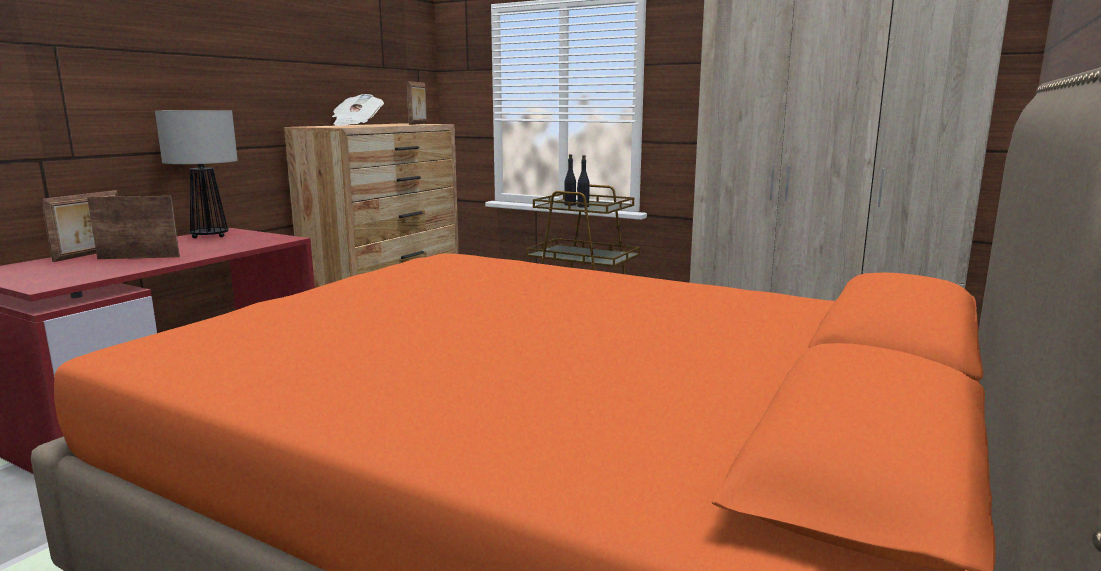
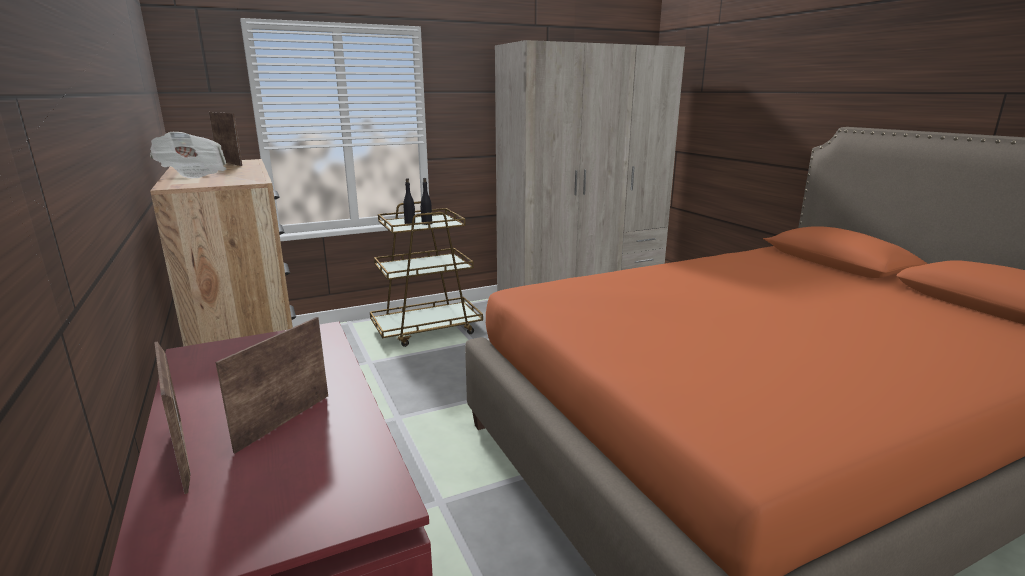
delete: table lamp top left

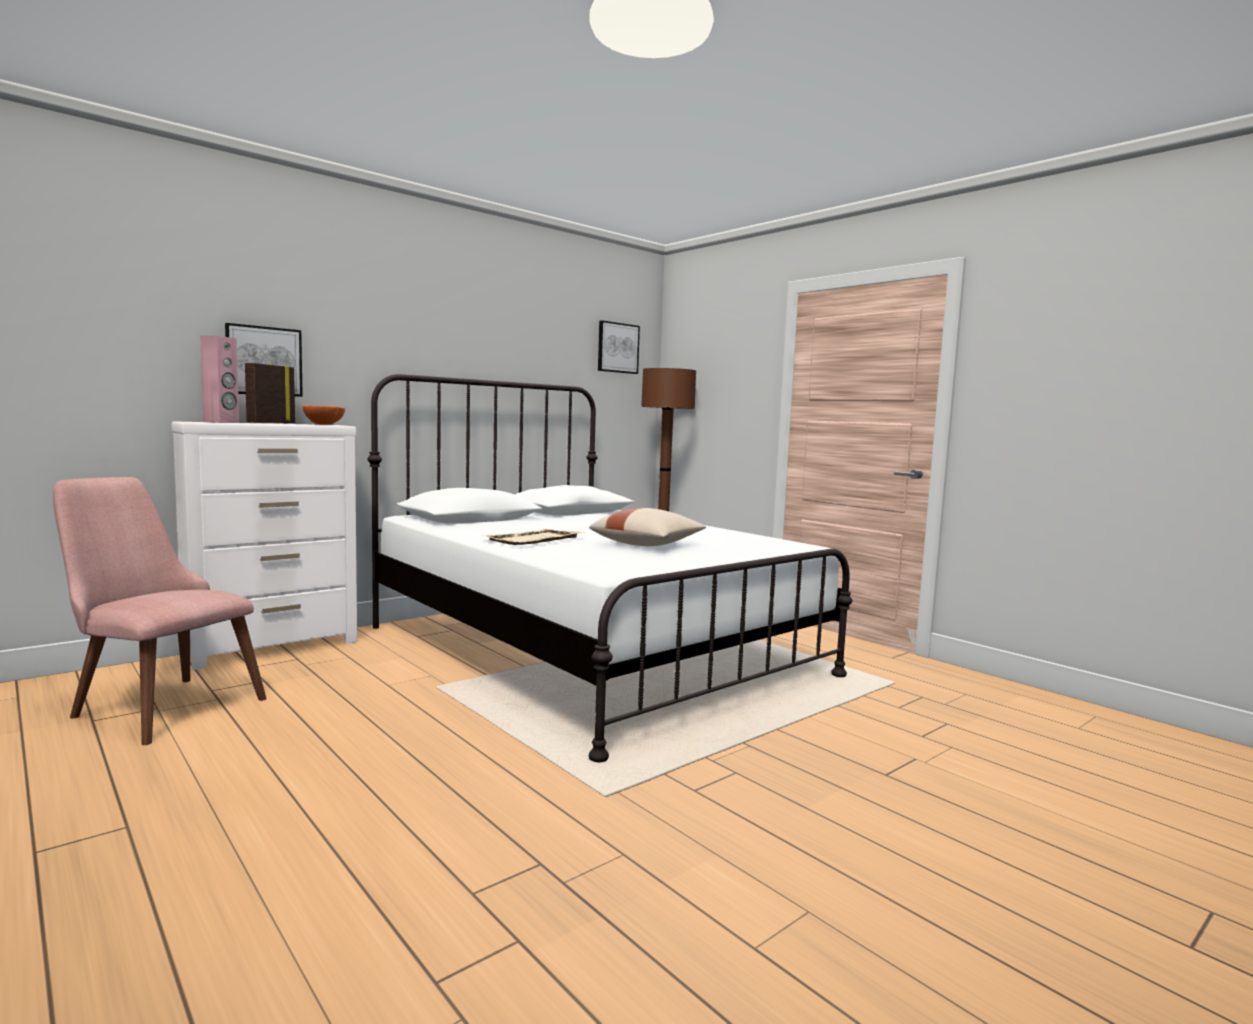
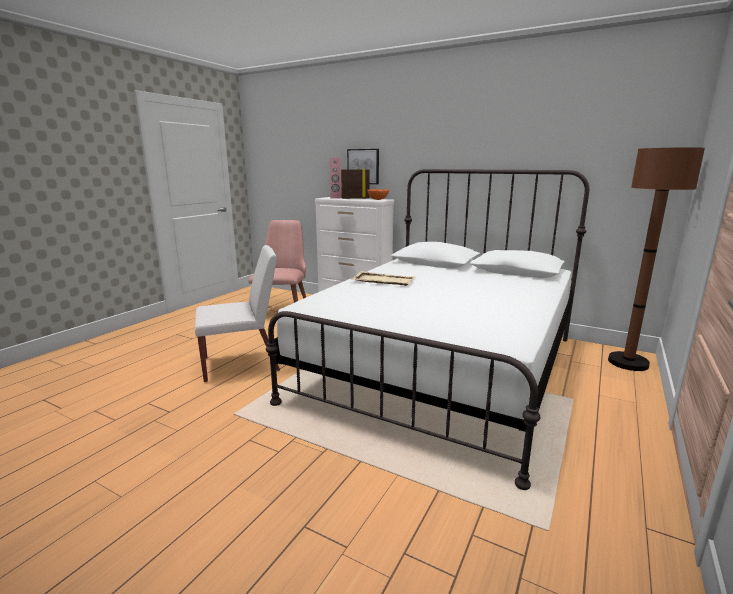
delete: beige pillow centre; picture (2nd from left) centre
insert: white chair middle left

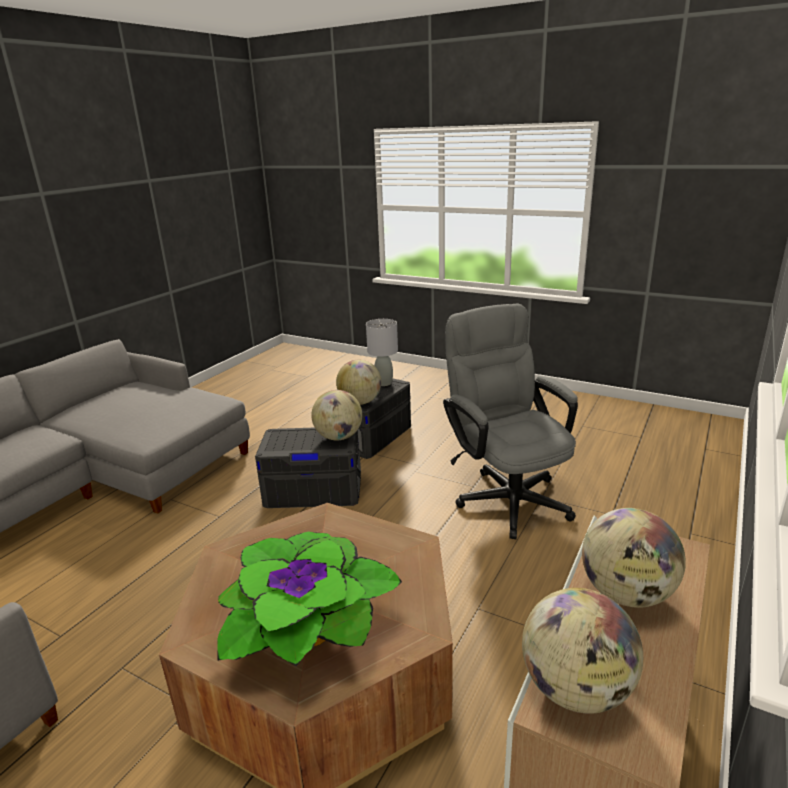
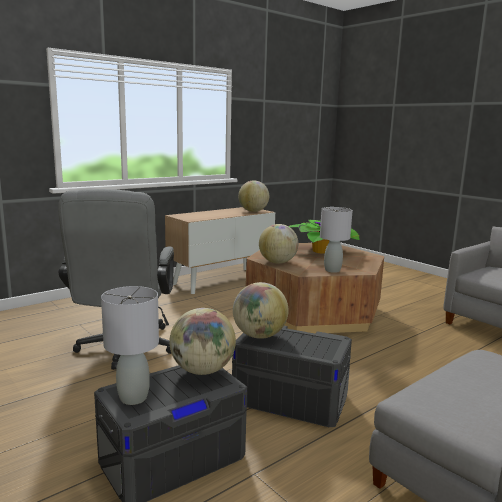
insert: grey table lamp (2nd from left) middle right
move: globe (4th from left) bottom right to centre

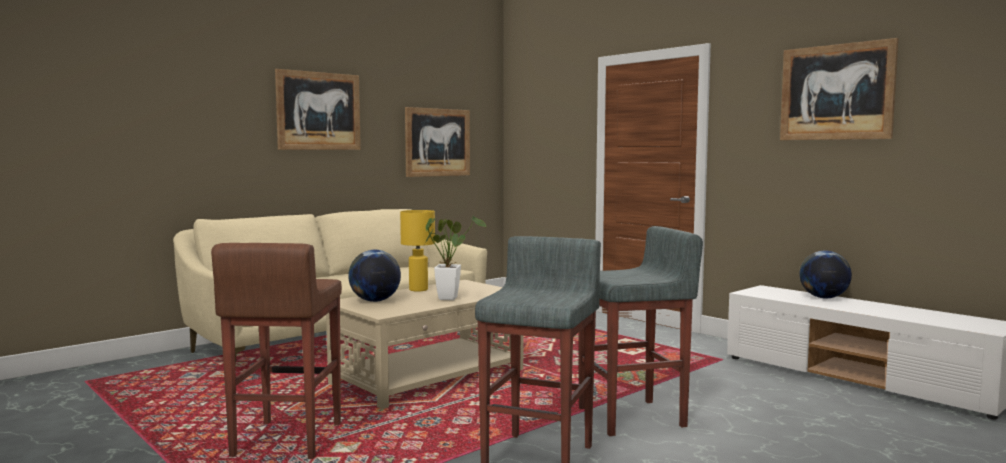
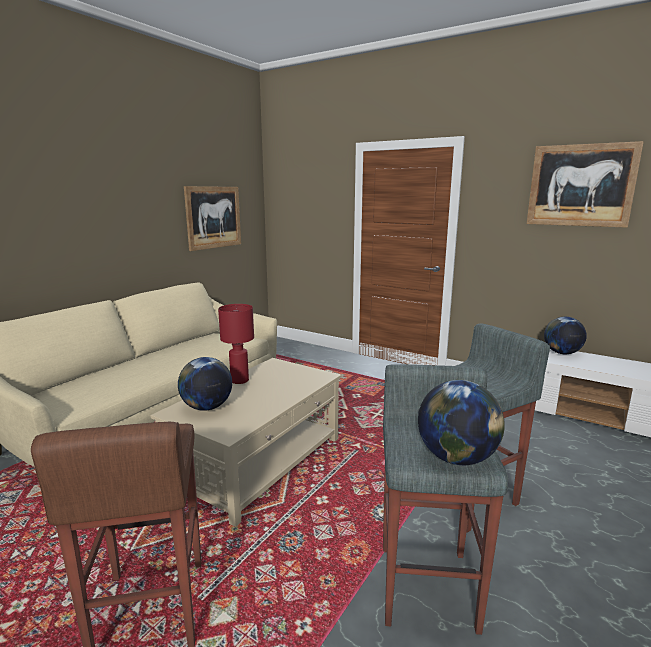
delete: picture (1st from left) top left; potted plant centre
insert: globe (2nd from left) middle right
recolor: yellow table lamp centre to red table lamp centre

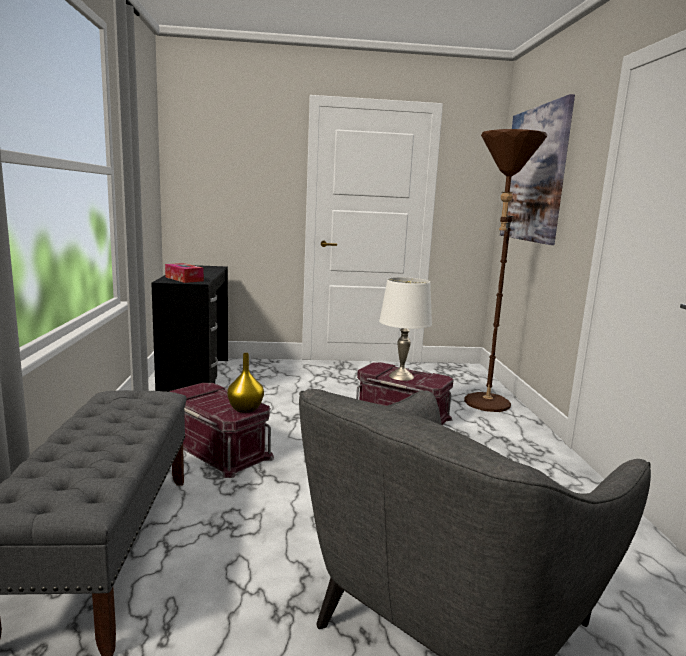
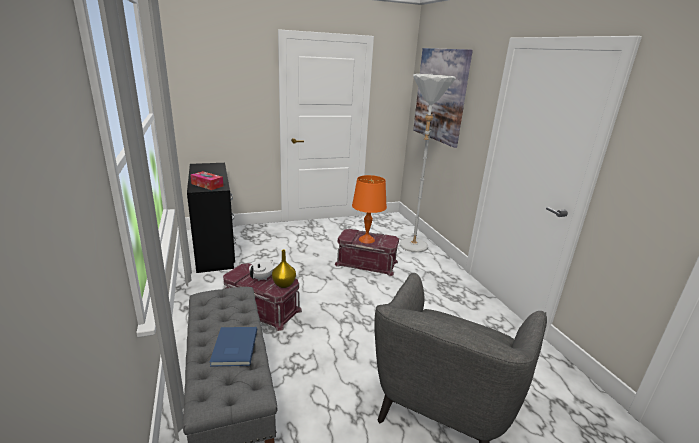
insert: blue book bottom centre; white teapot centre
recolor: white table lamp centre to orange table lamp centre; brown floor lamp middle right to white floor lamp centre

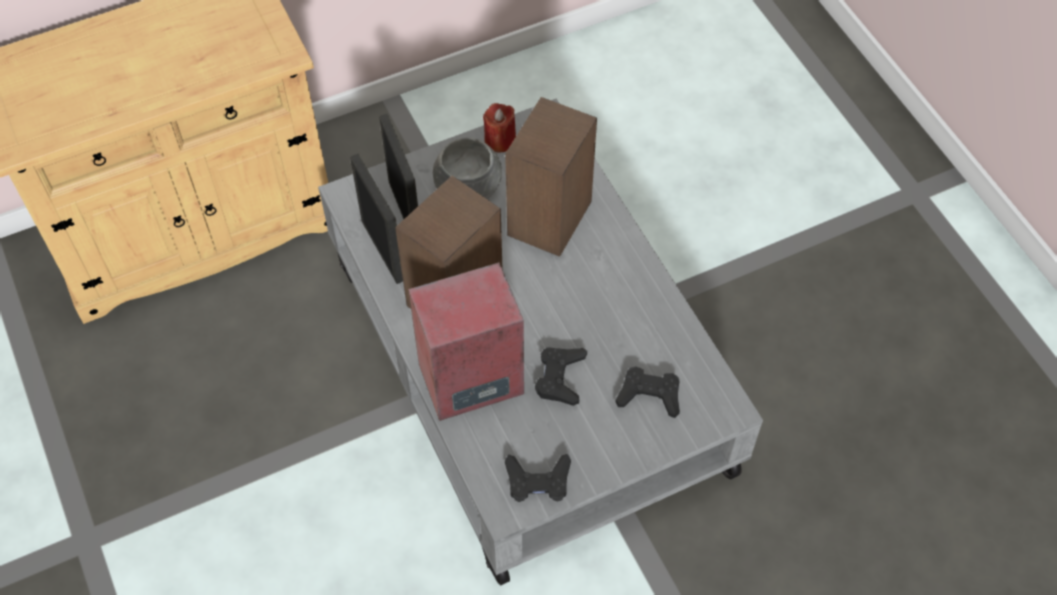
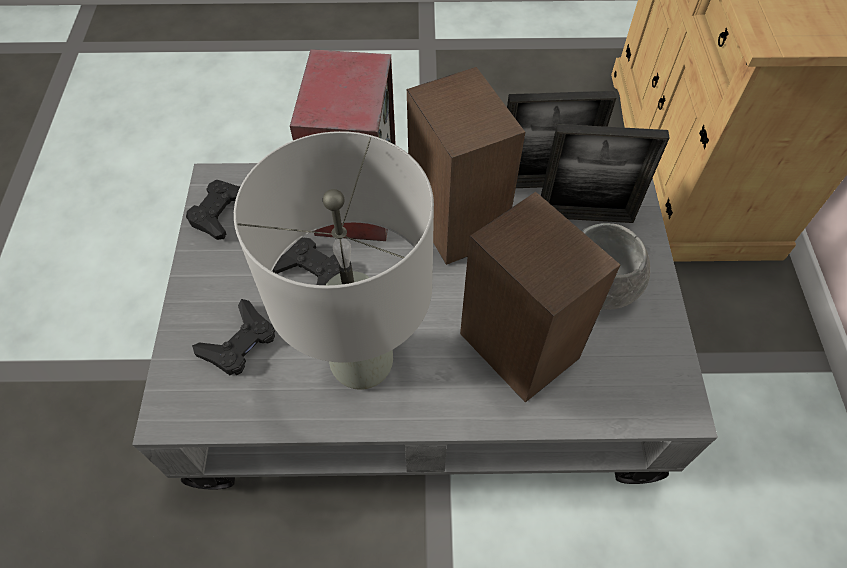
delete: red candle top centre
insert: grey table lamp centre

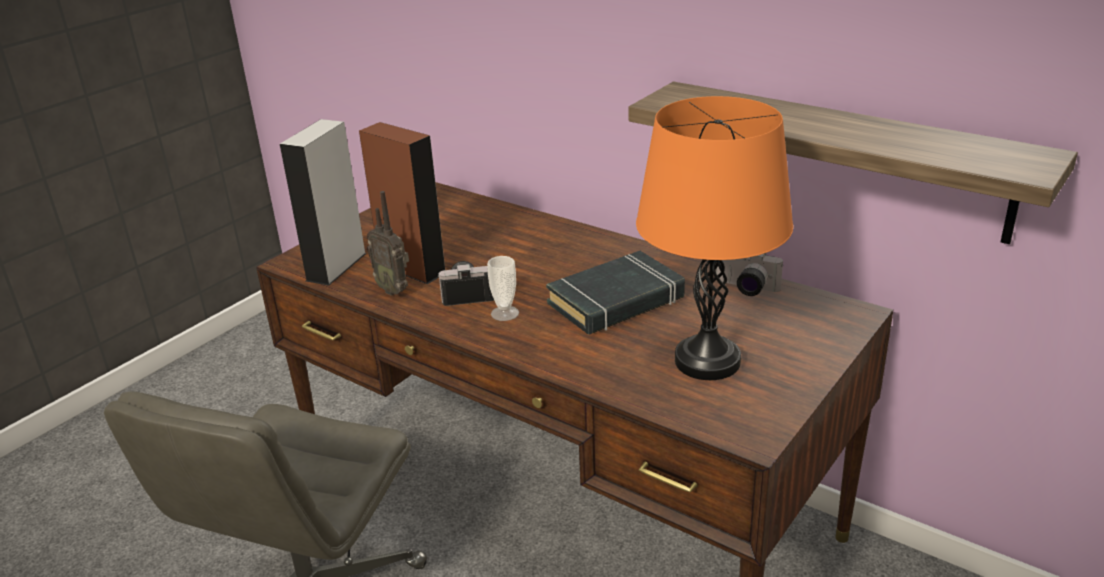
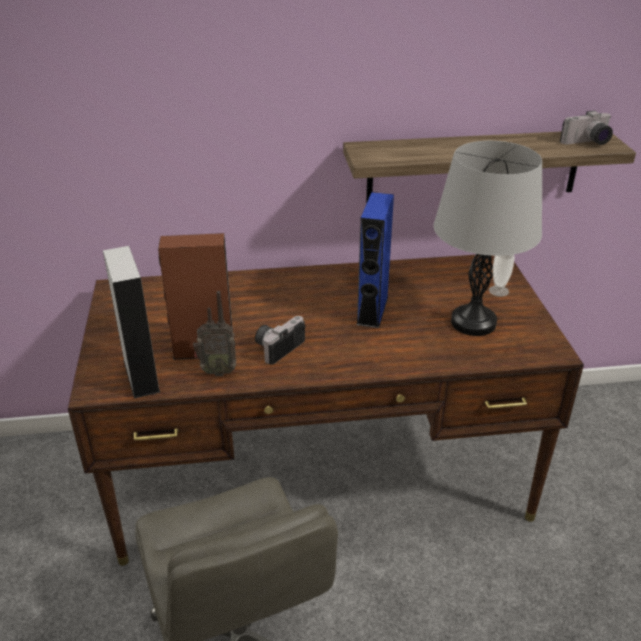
move: cup centre to middle right; photo camera (2nd from left) middle right to top right
replace: black book centre to blue speaker centre
recolor: orange table lamp centre to grey table lamp middle right

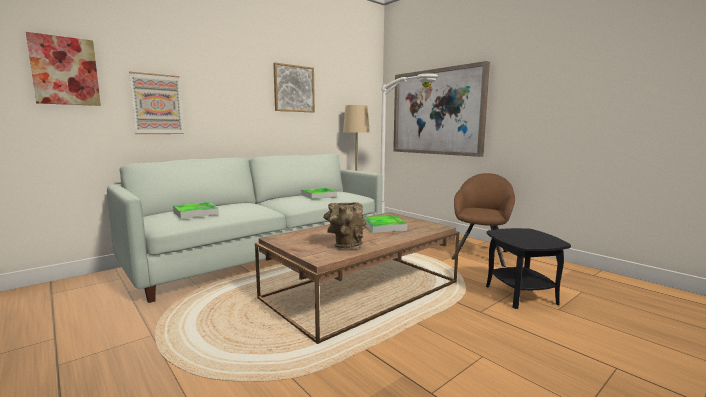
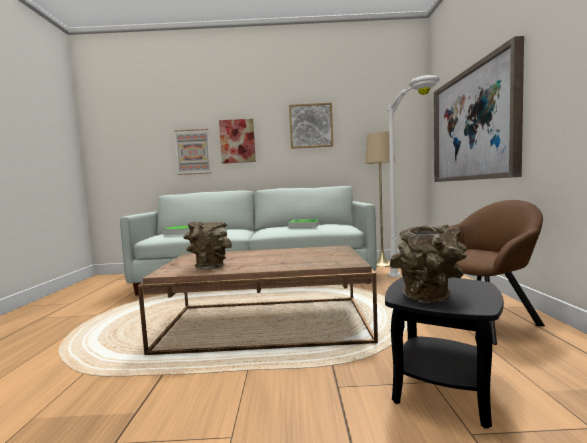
delete: tray (3rd from left) centre
insert: brown vase (2nd from left) middle right
move: picture (1st from left in the first image) top left to picture (2nd from left) top centre

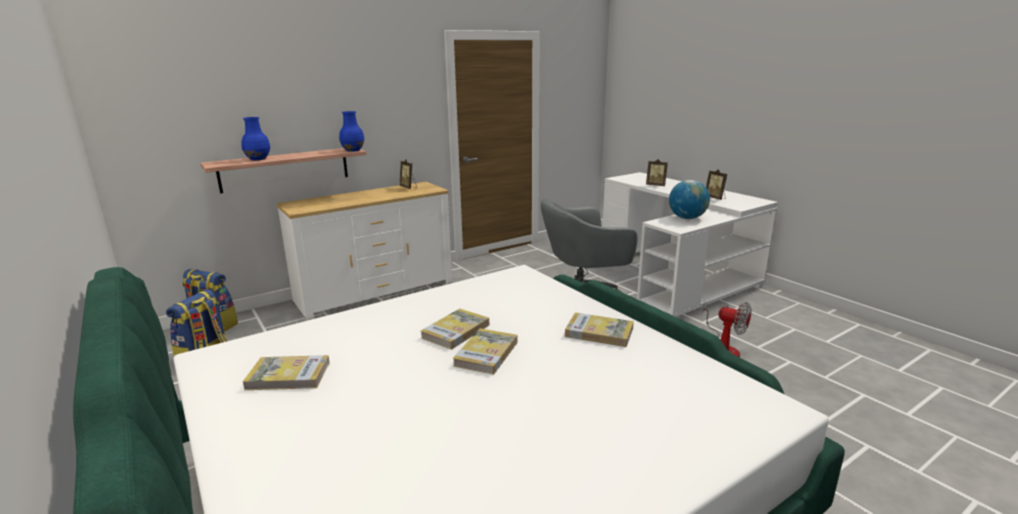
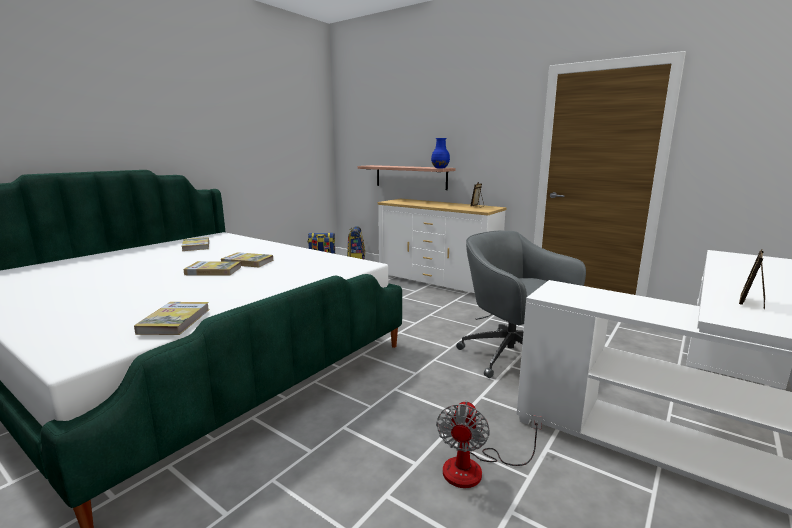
delete: blue vase (1st from left) top left; picture frame (2nd from left) centre; globe middle right
move: book (4th from left in the first image) centre to book (1st from left) middle left

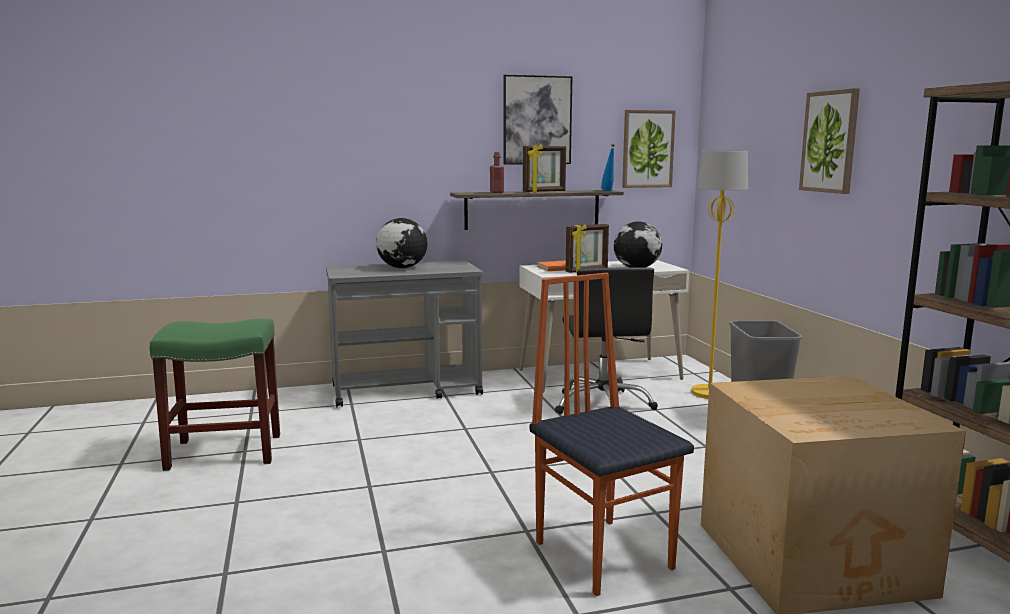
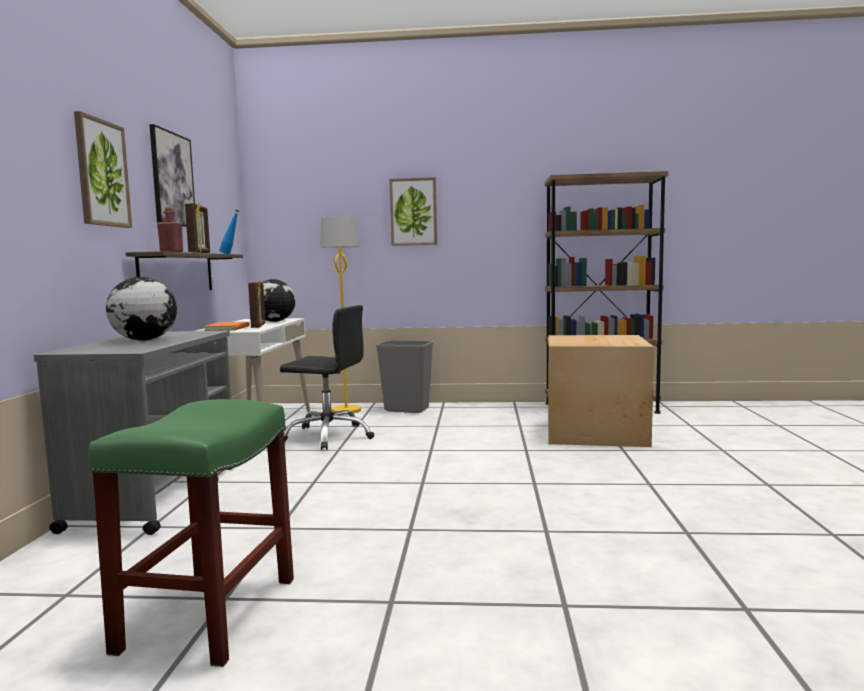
delete: chair bottom centre
move: picture (2nd from left in the first image) top centre to picture (1st from left) top left

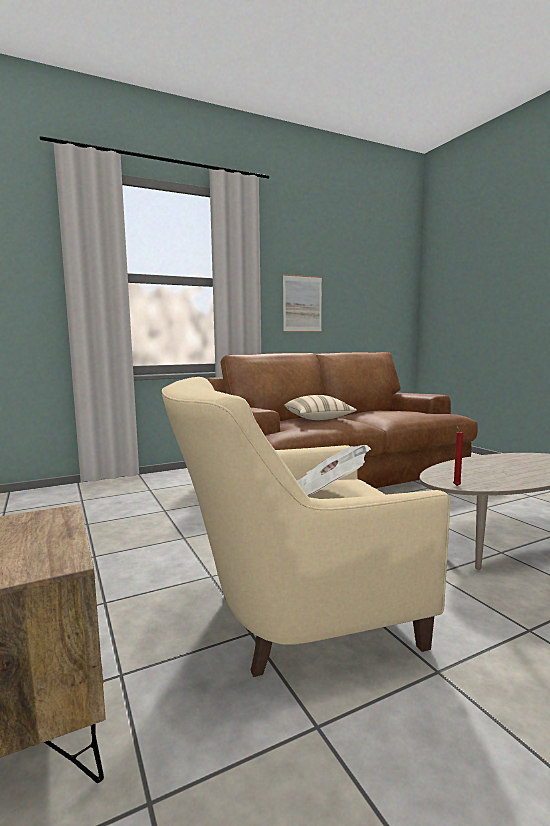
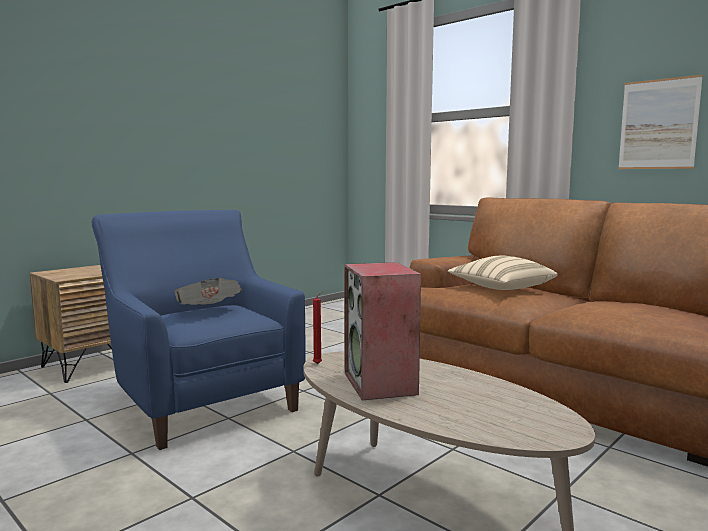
insert: speaker centre
recolor: beige armchair centre to blue armchair middle left

